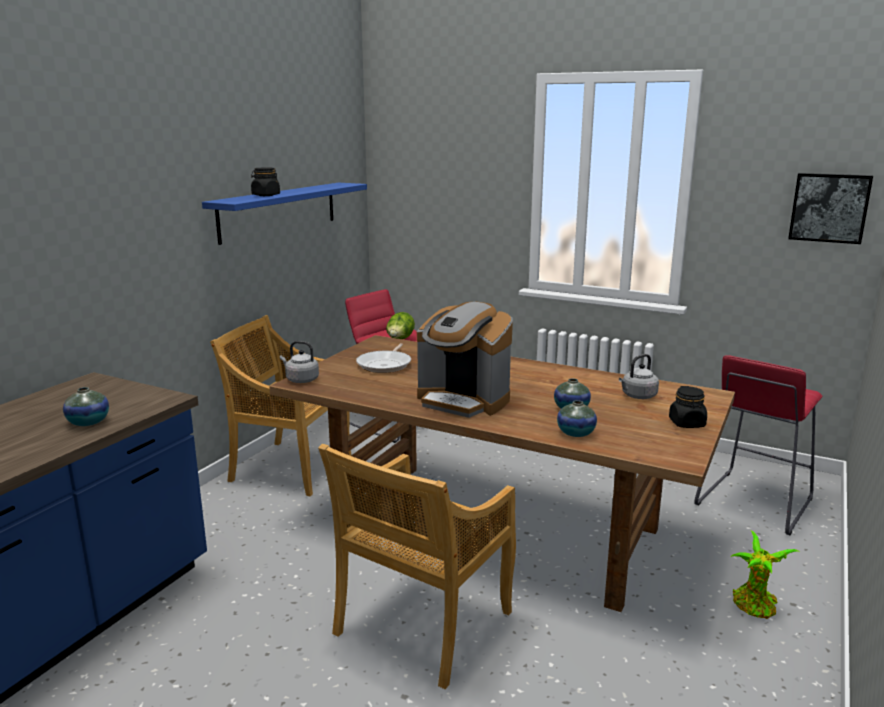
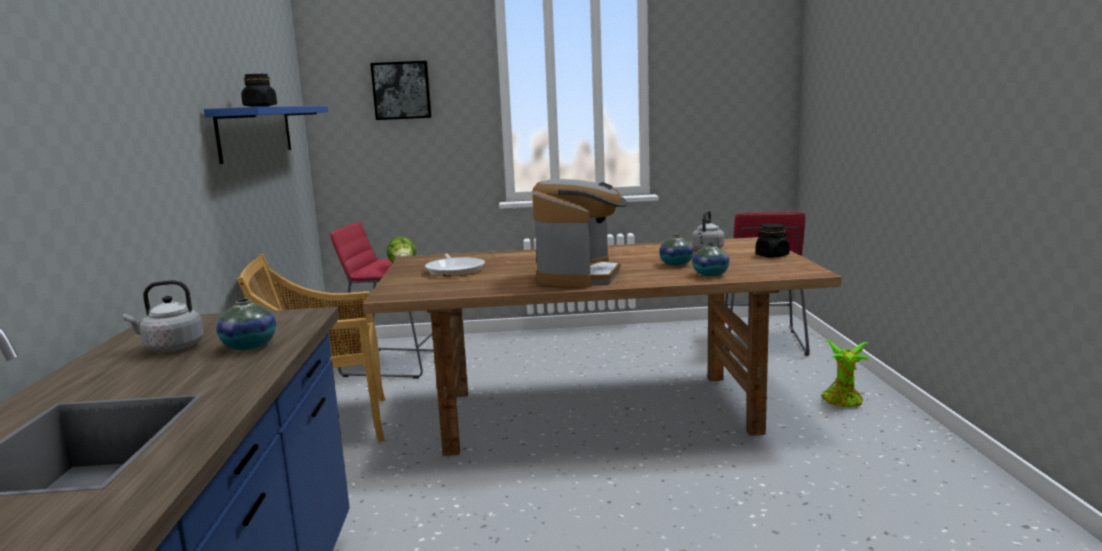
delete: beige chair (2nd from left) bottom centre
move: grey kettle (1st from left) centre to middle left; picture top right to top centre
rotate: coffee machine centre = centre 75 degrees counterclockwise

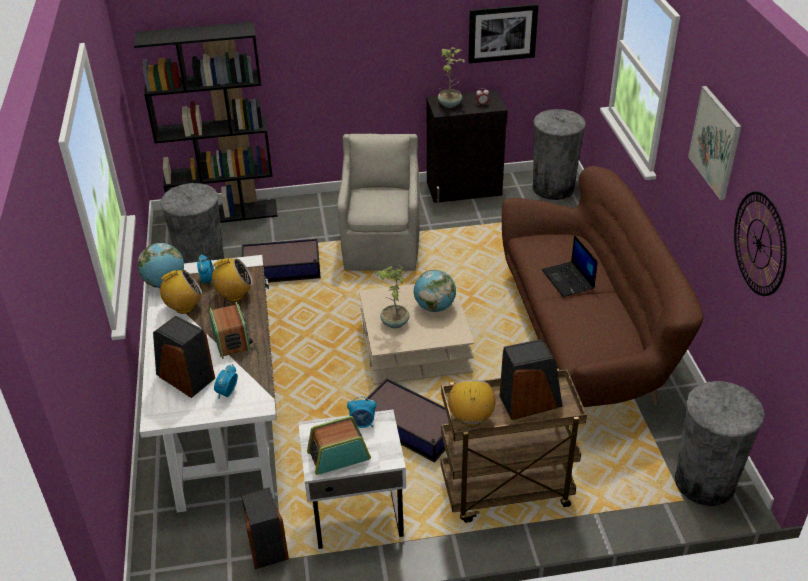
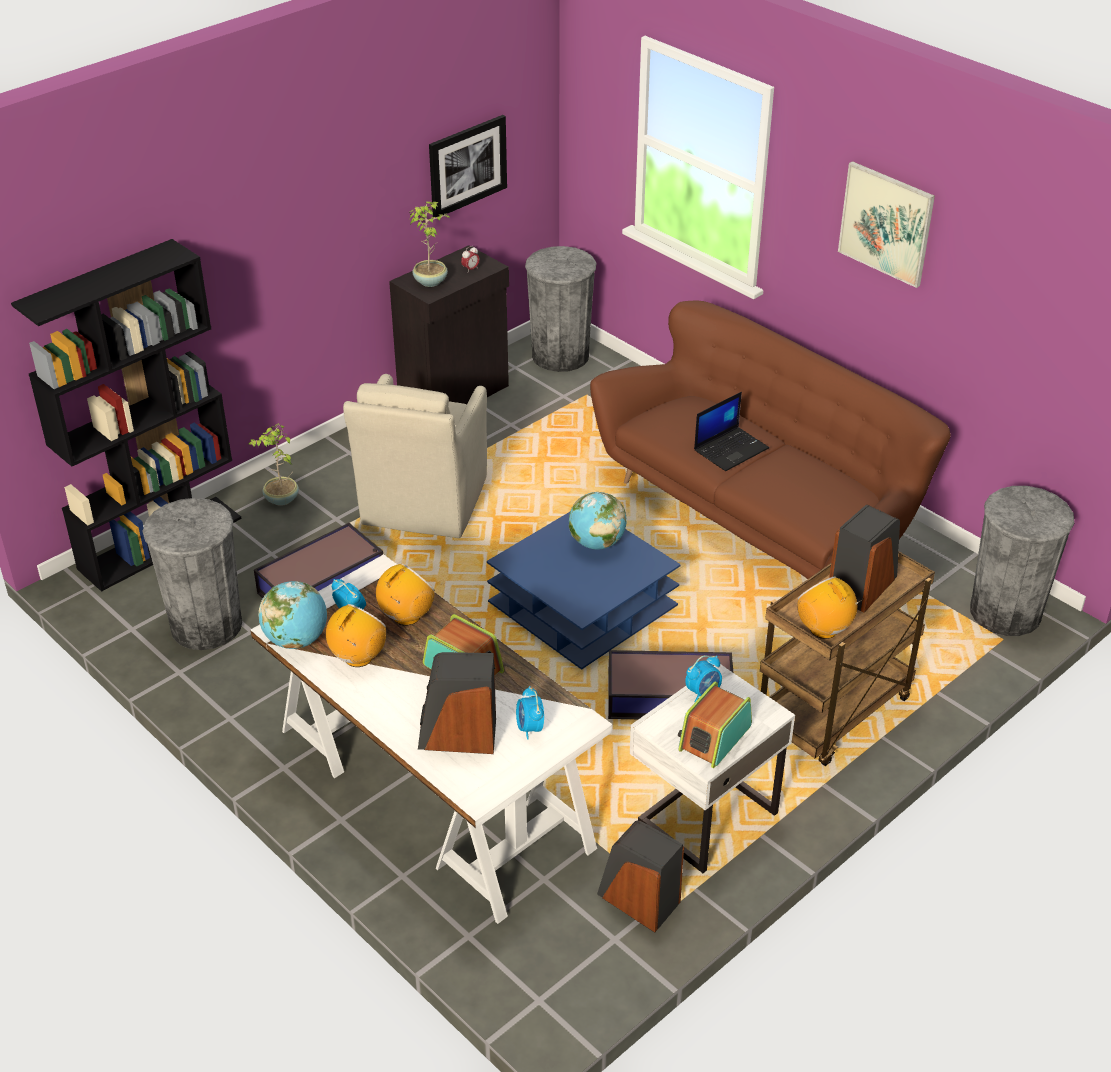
delete: wall clock middle right
move: potted plant (1st from left) centre to middle left
recolor: beige coffee table centre to blue coffee table centre
rotate: beige armchair centre = centre 135 degrees counterclockwise; laptop middle right = centre 75 degrees counterclockwise

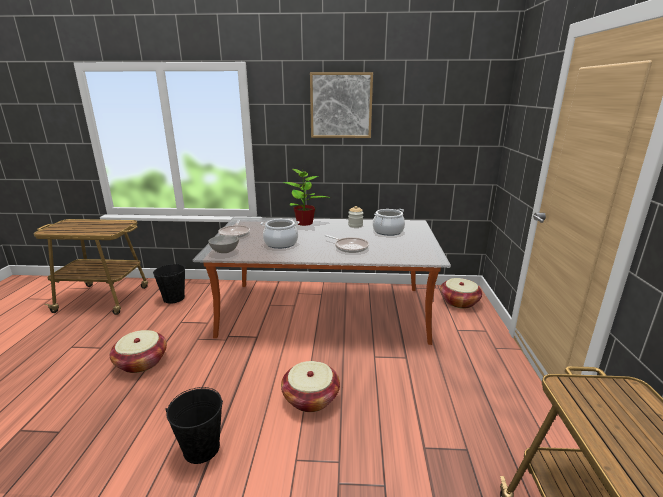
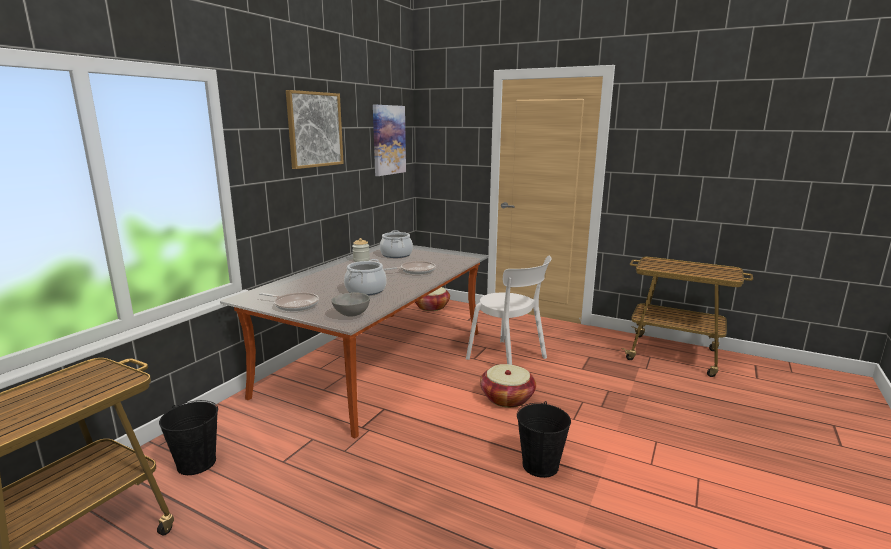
delete: basket (1st from left) bottom left; potted plant centre
insert: picture (2nd from left) top centre; white chair centre

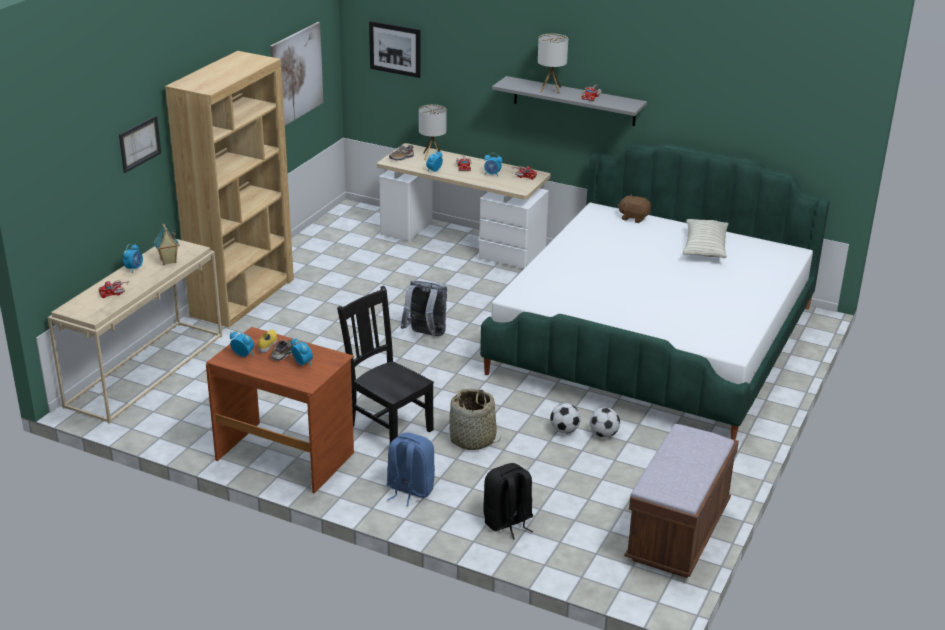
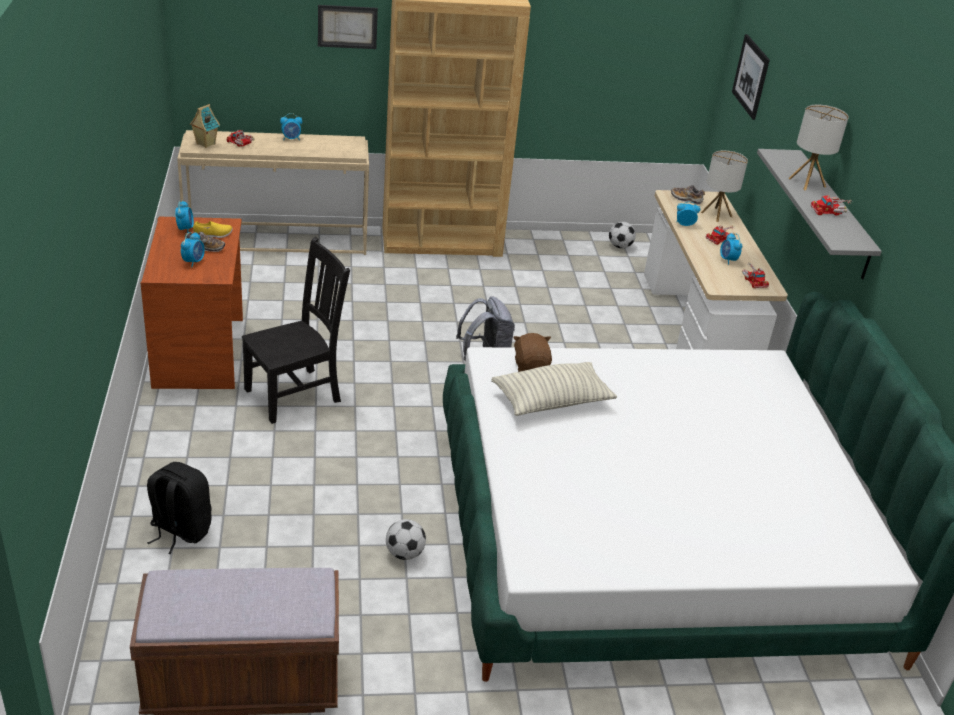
delete: picture (2nd from left) top left; blue backpack bottom centre; basket centre
move: toy house middle left to top left; football (1st from left in the first image) centre to football (2nd from left) top centre; brown plush toy top right to centre; pillow middle right to centre
rotate: black chair centre = middle left 45 degrees clockwise

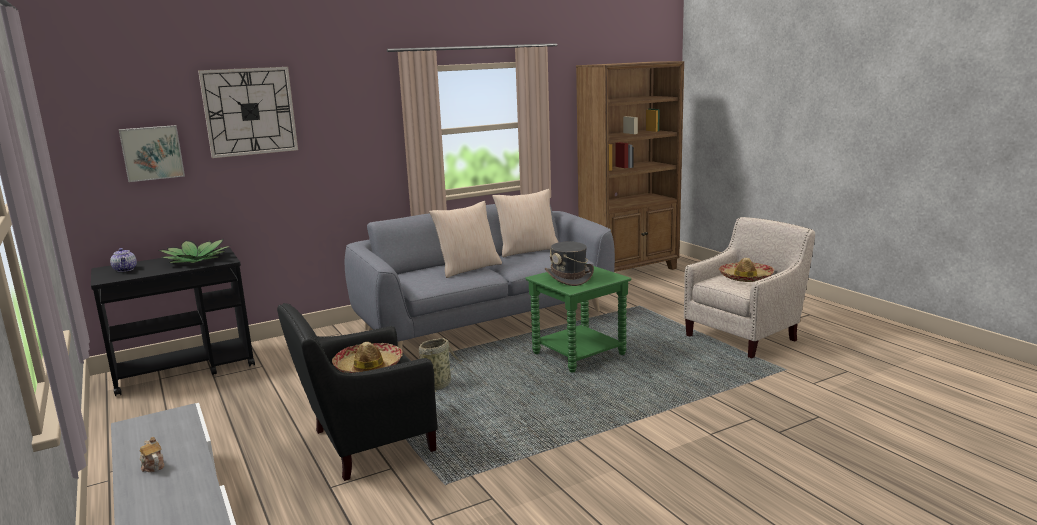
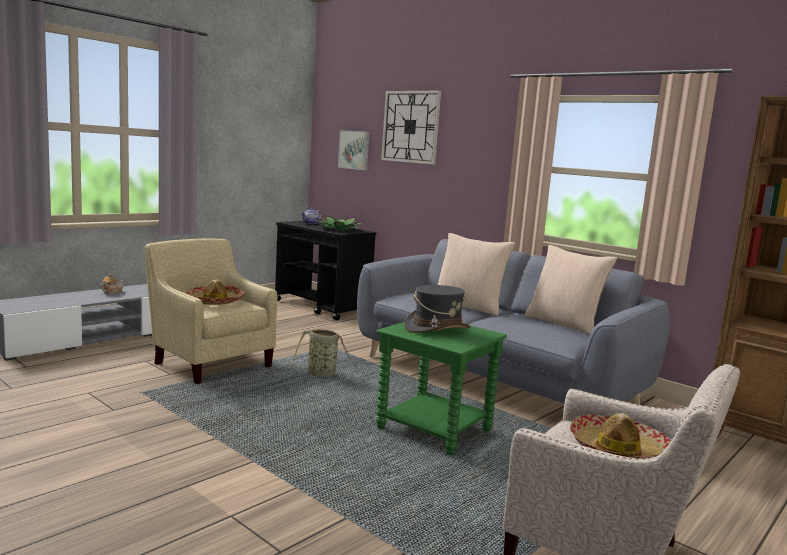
recolor: black armchair bottom centre to beige armchair (1st from left) middle left

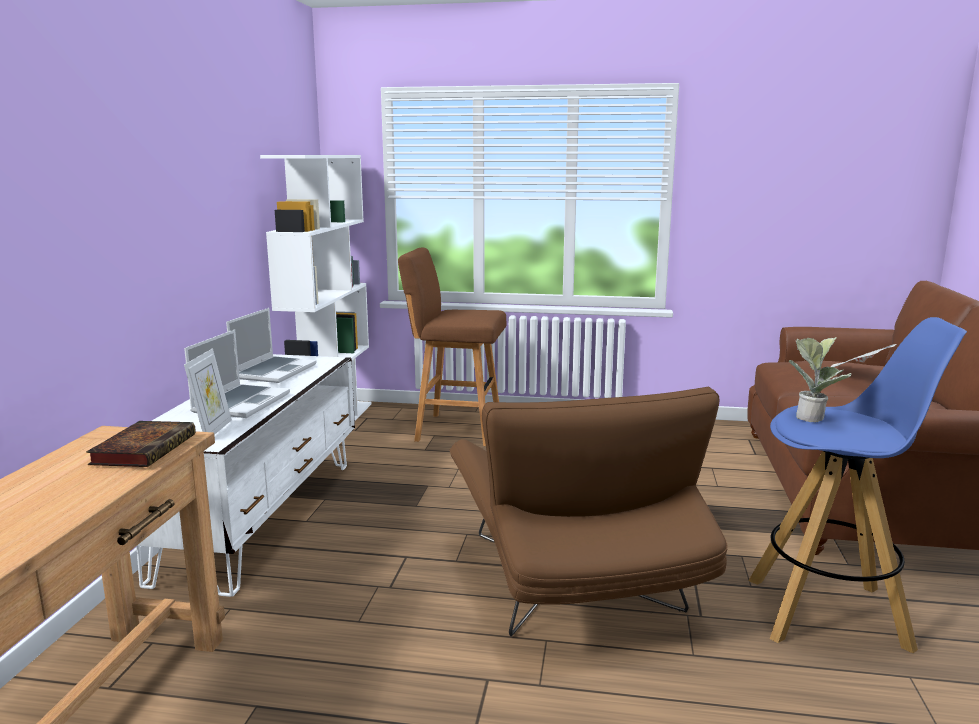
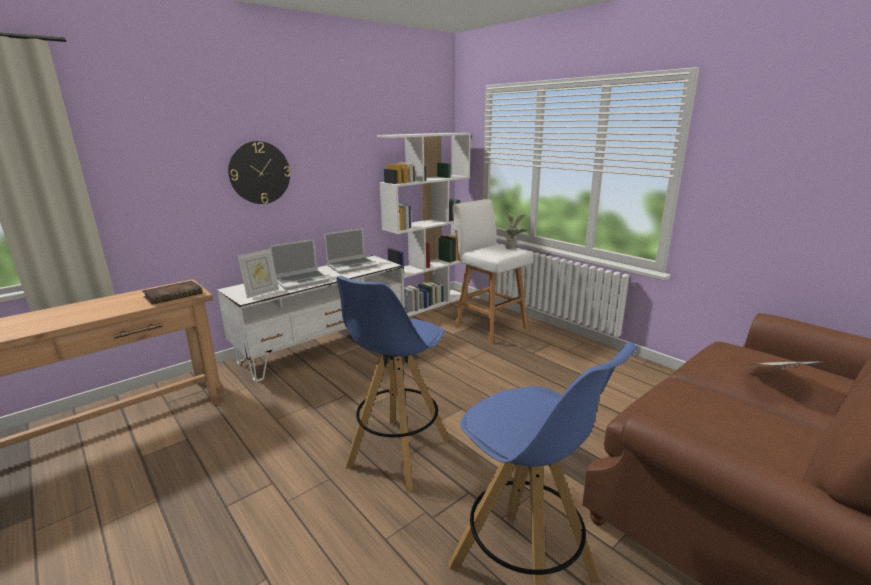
insert: wall clock top left
move: potted plant middle right to centre
replace: brown armchair bottom centre to blue stool (1st from left) centre
recolor: brown stool centre to white stool centre

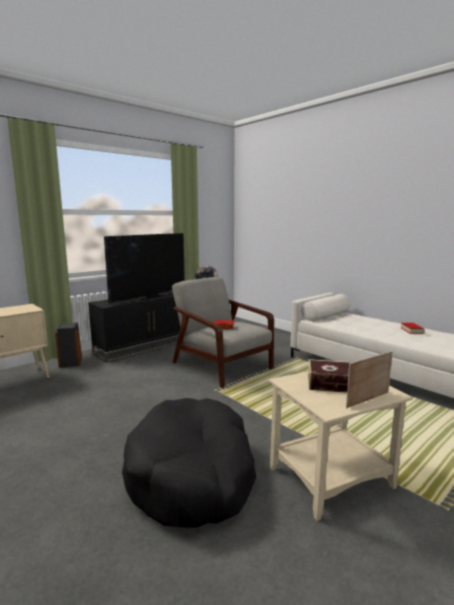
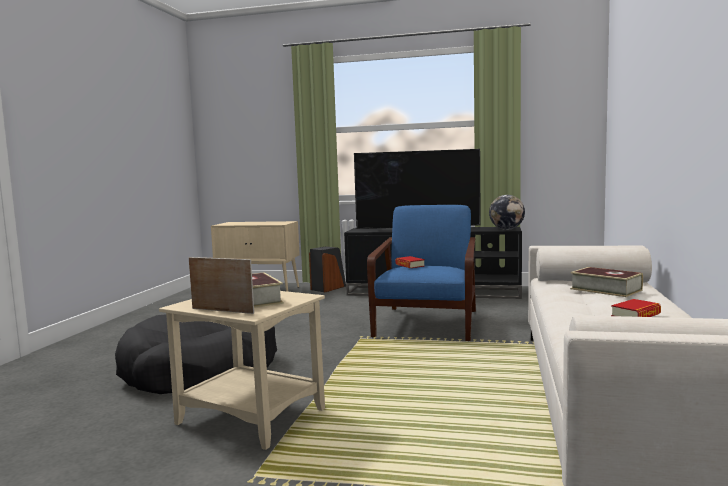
insert: book (3rd from left) middle right
recolor: grey armchair centre to blue armchair centre

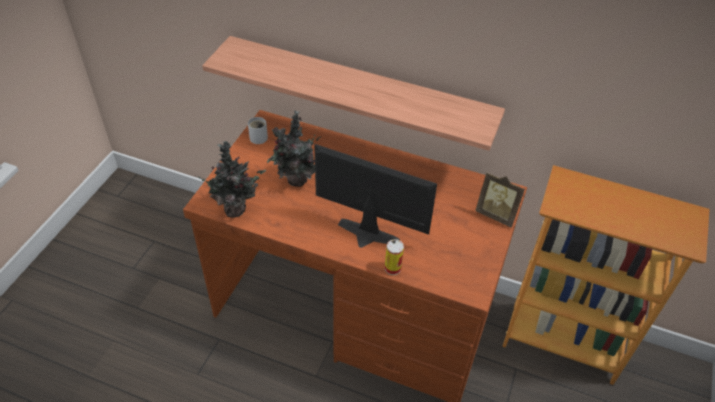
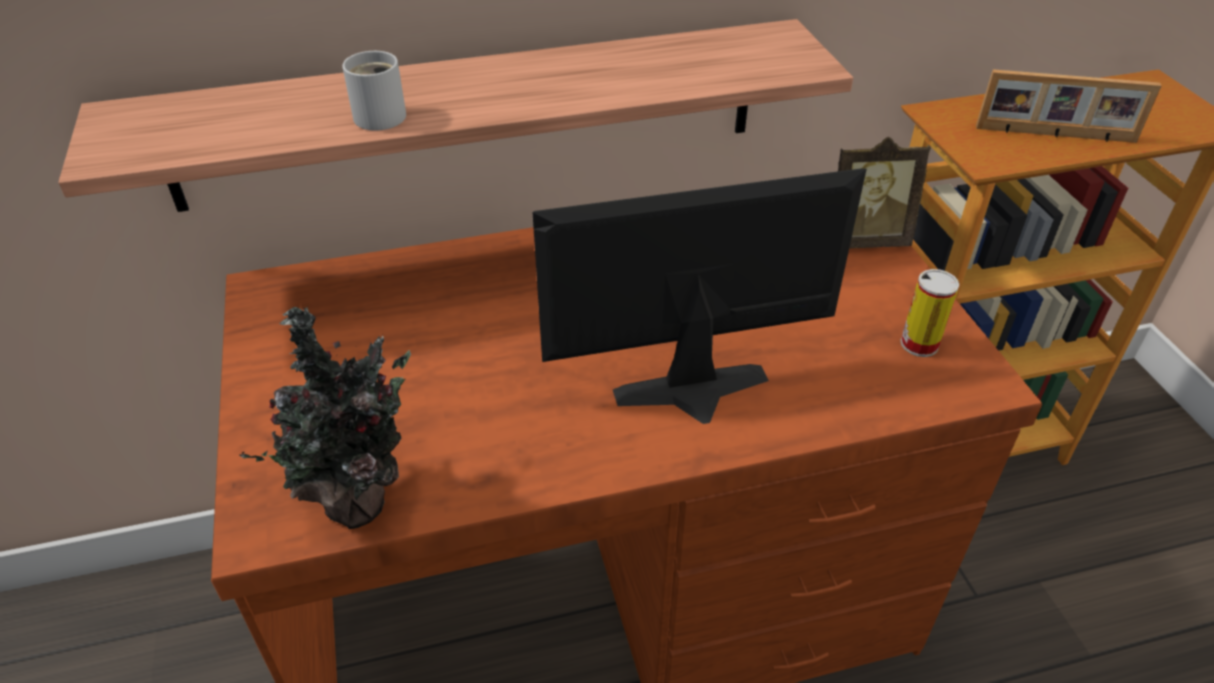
delete: potted plant (2nd from left) centre
insert: picture frame (2nd from left) top right
move: white mug top centre to top left; can centre to middle right

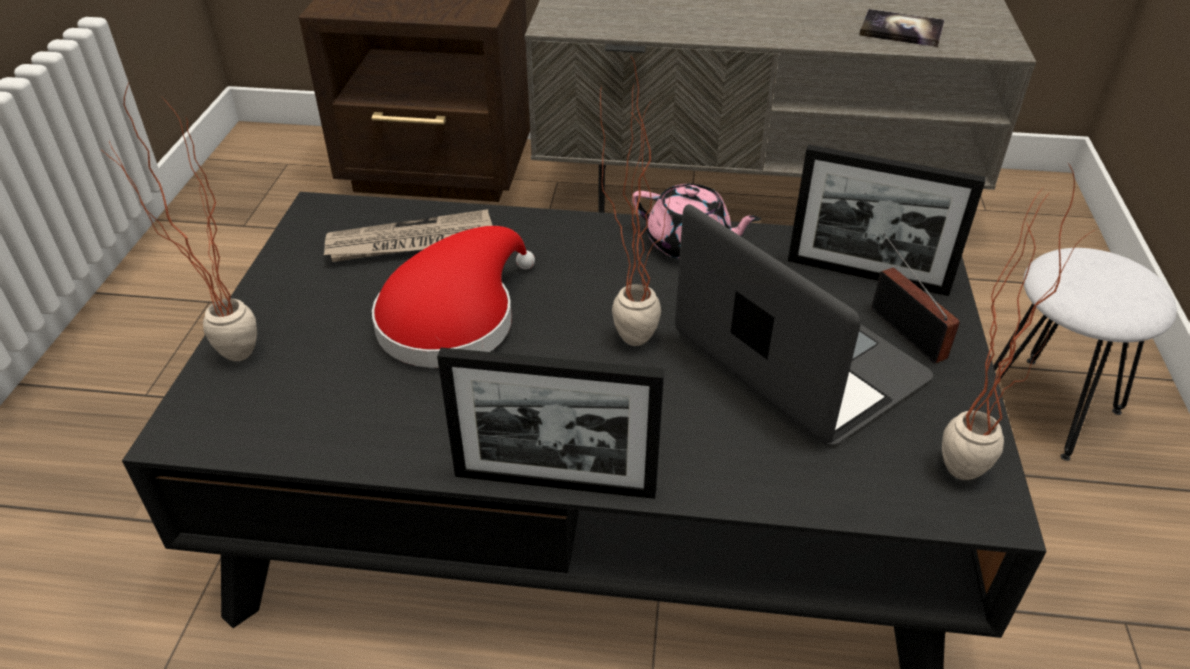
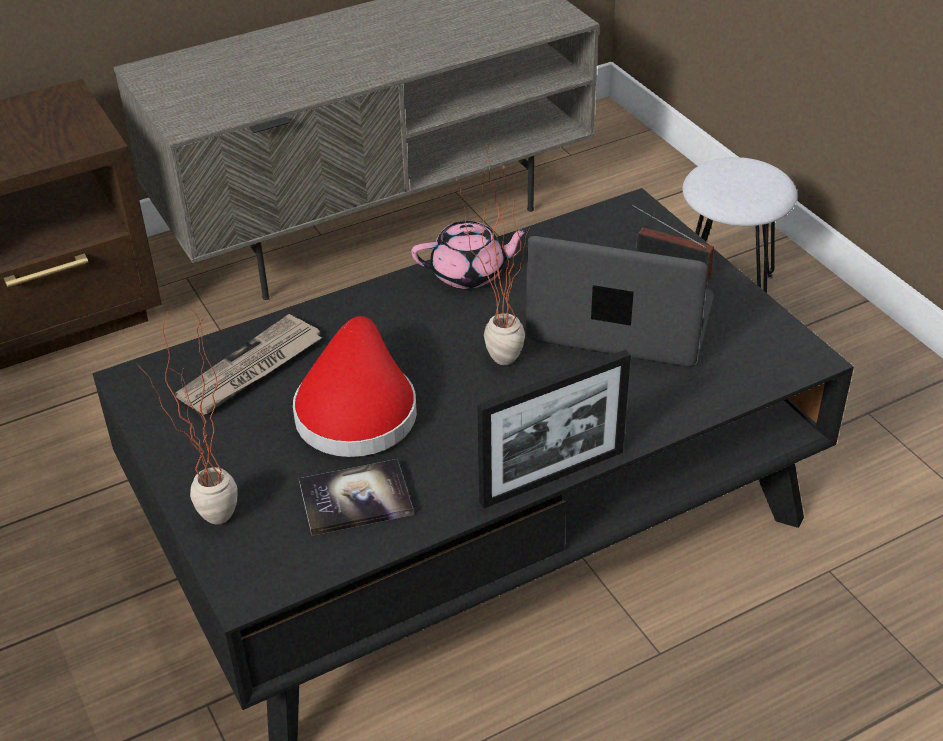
delete: picture frame (2nd from left) top right; potted plant (3rd from left) middle right
move: book top right to bottom centre

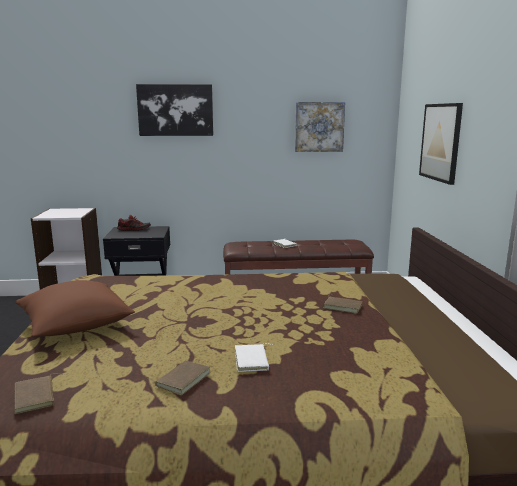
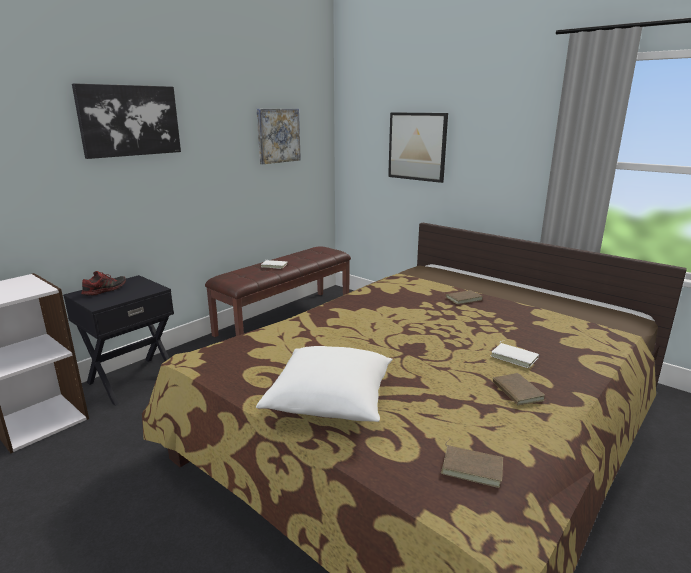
recolor: brown pillow middle left to white pillow bottom centre

